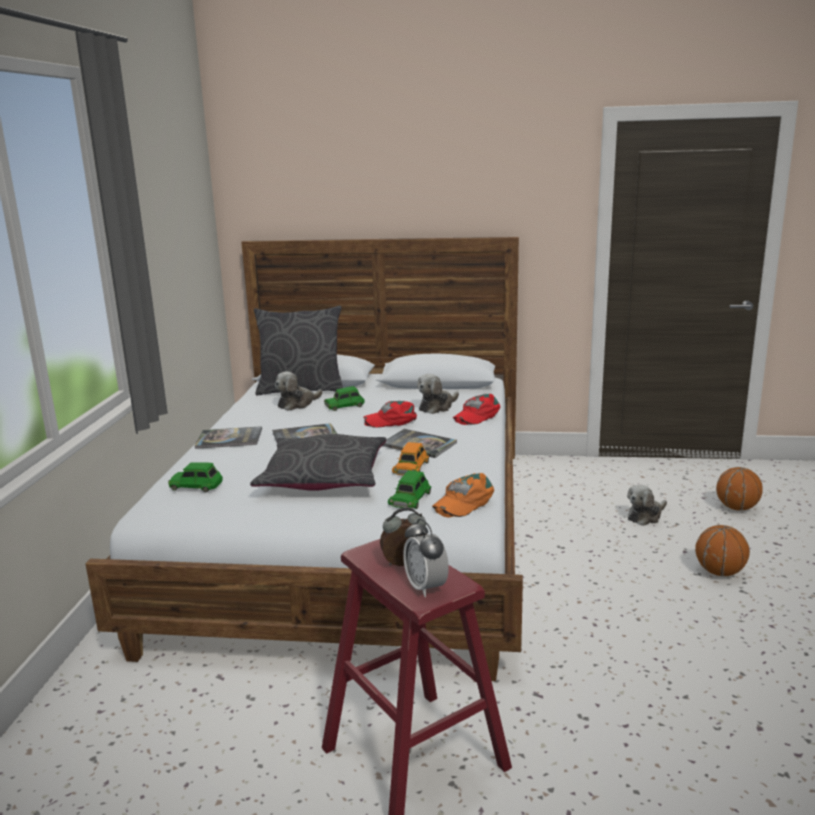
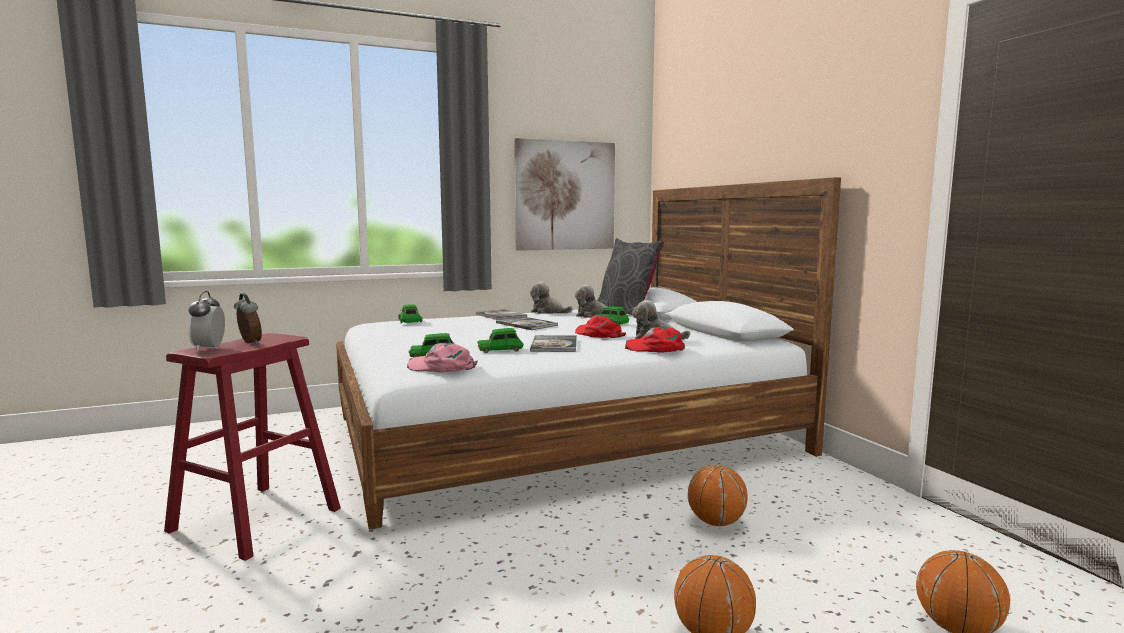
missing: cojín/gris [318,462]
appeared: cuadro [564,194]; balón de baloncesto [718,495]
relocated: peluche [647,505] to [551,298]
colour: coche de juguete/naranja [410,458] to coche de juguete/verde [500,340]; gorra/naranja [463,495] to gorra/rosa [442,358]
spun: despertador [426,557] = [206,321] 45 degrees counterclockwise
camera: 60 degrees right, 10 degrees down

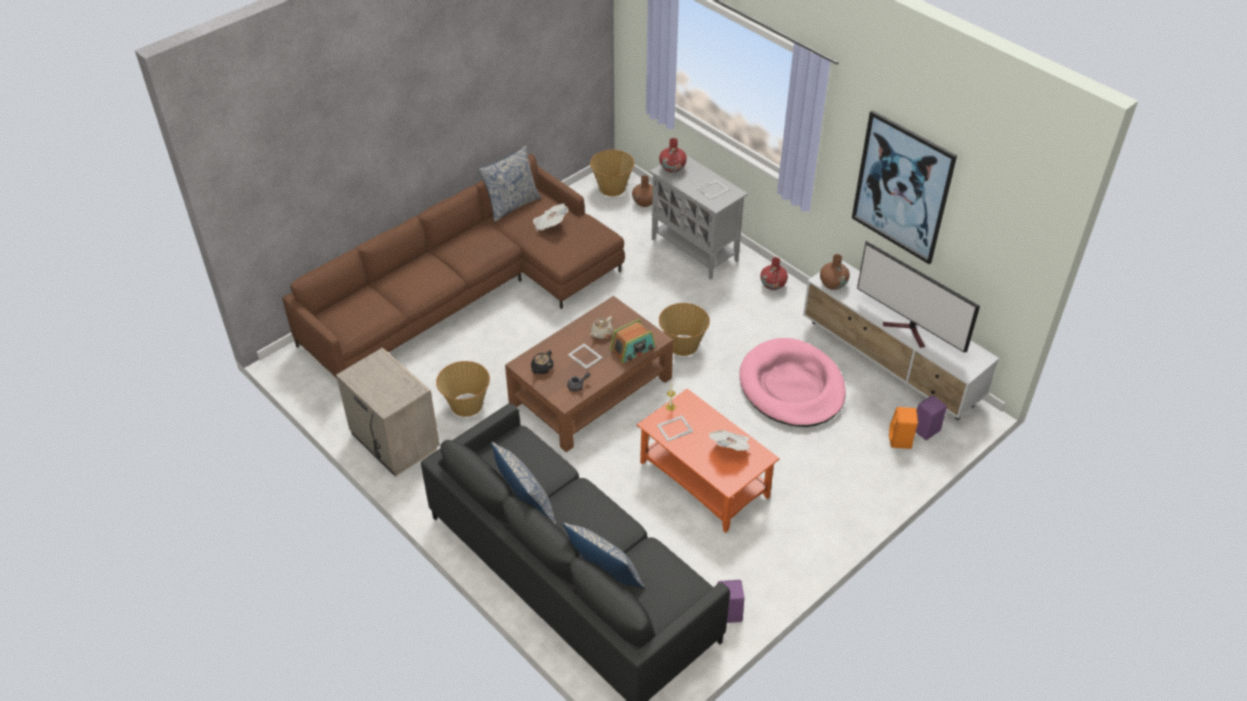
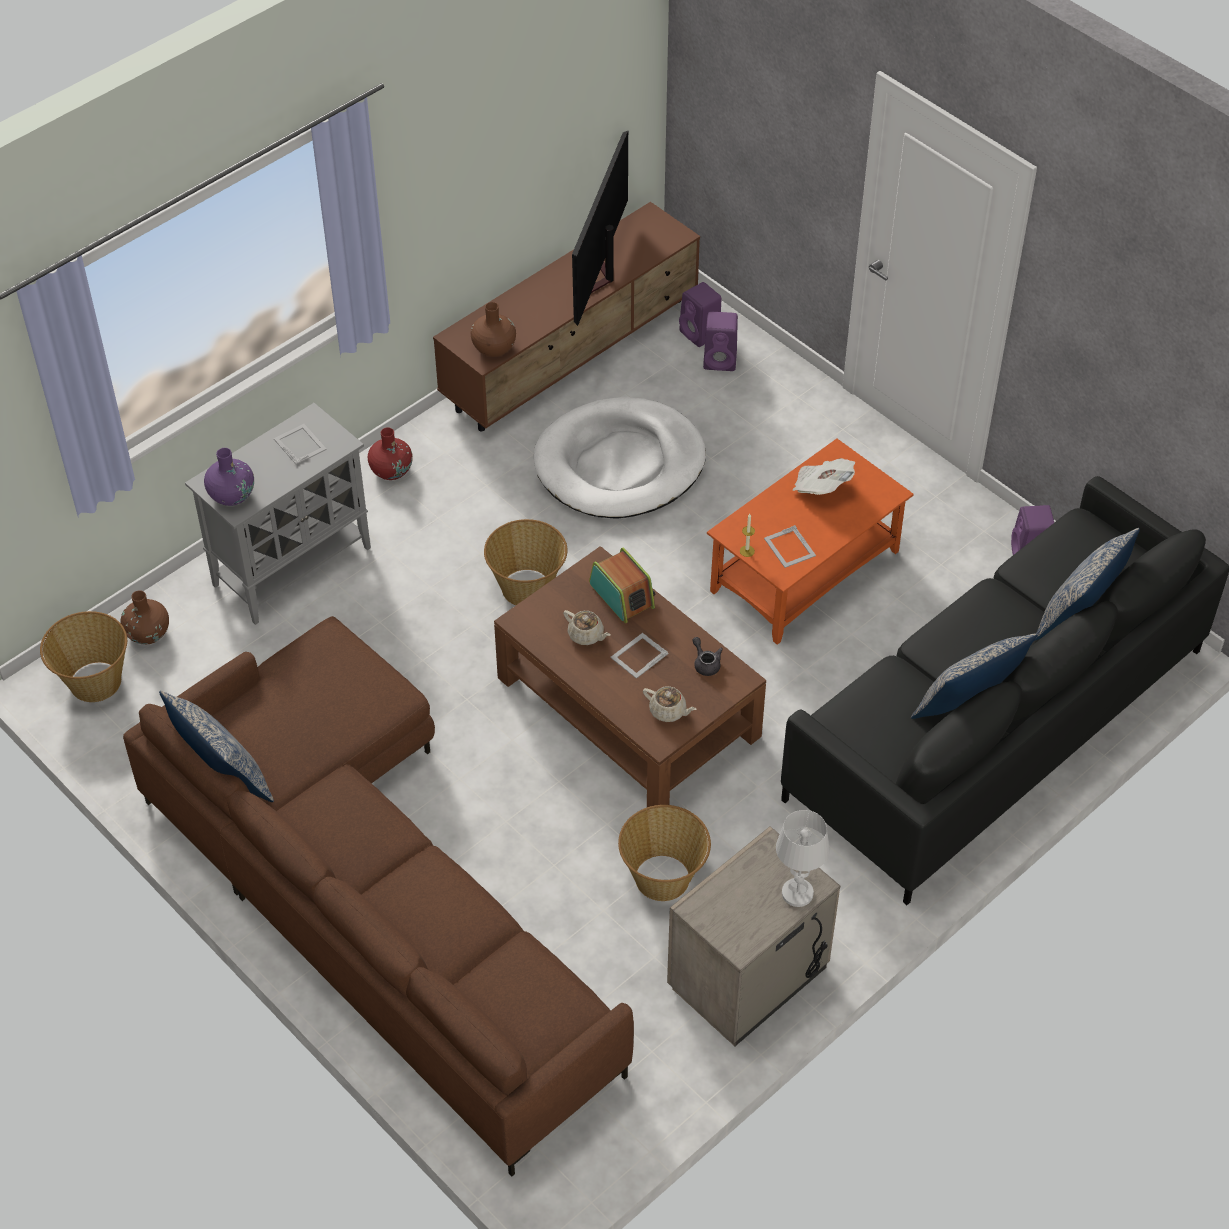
missing: periódico [550,217]; cuadro [904,187]
appeared: lámpara de mesa/blanco [803,858]
colour: tetera/negro [542,362] to tetera/beis [670,704]; florero/rojo [673,155] to florero/morado [229,477]; cama para perro/rosa [792,382] to cama para perro/blanco [620,458]; mueble de televisión/blanco [901,340] to mueble de televisión/marrón [566,317]; altavoz/naranja [903,428] to altavoz/morado [720,341]
spun: televisor [918,296] = [600,228] 150 degrees clockwise
camera: 90 degrees left, 5 degrees up

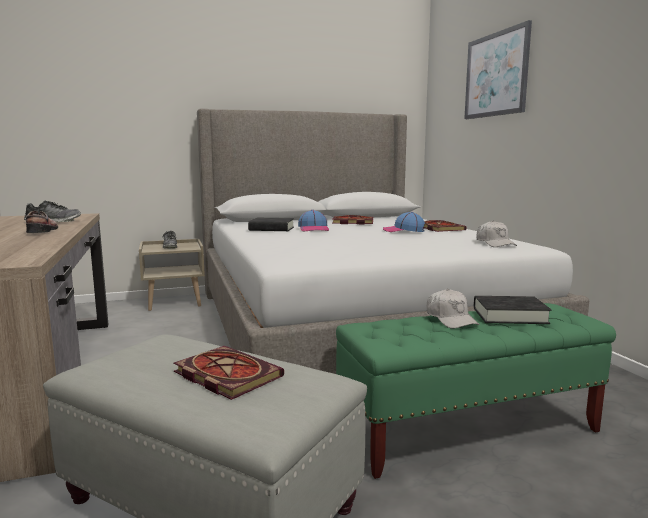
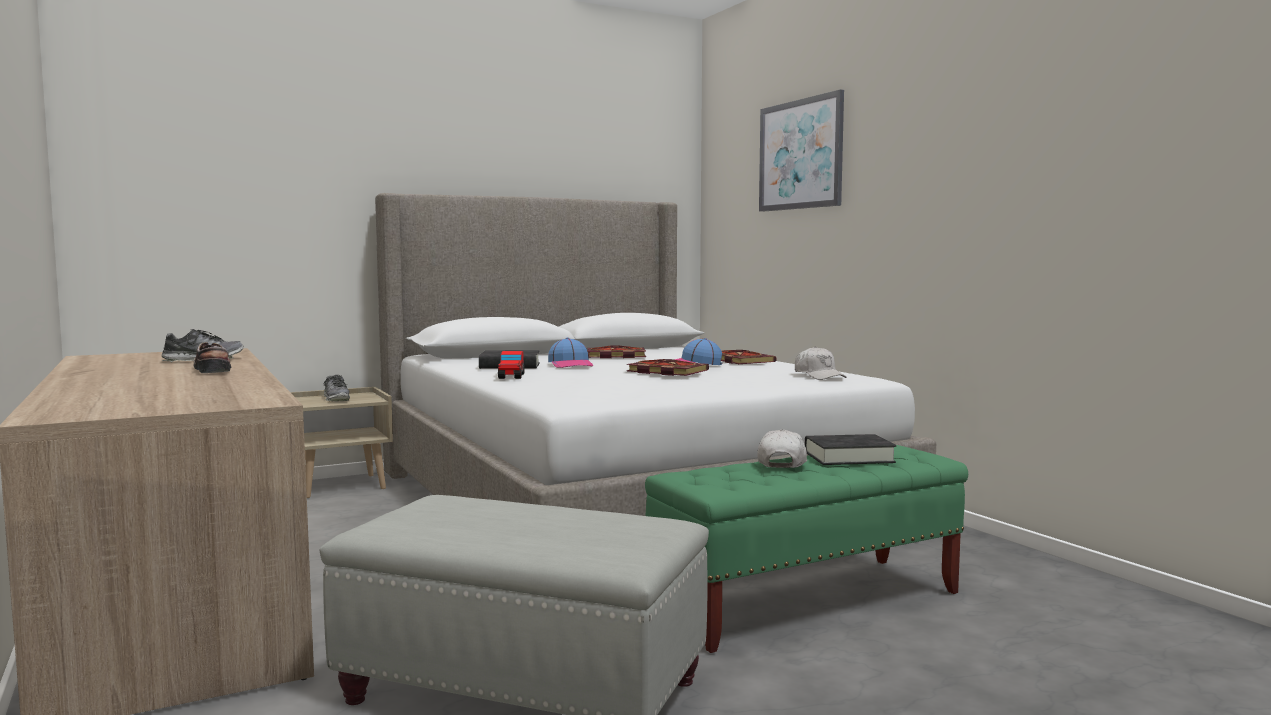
appeared: coche de juguete [511,365]
relocated: libro [229,373] to [667,367]
spun: gorra/blanco [453,309] = [782,448] 135 degrees counterclockwise
camera: 10 degrees left, 5 degrees down

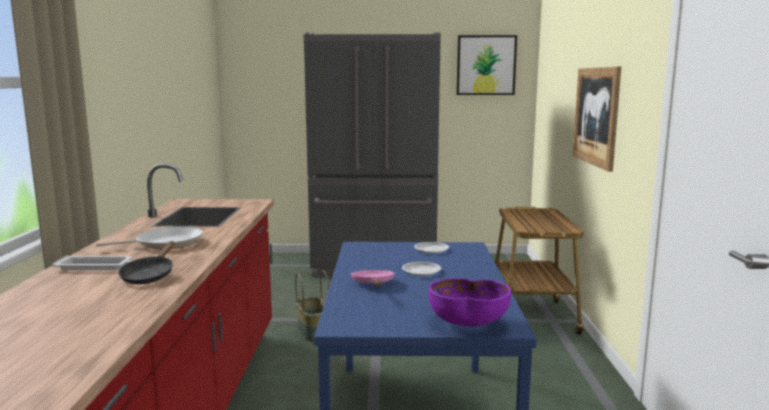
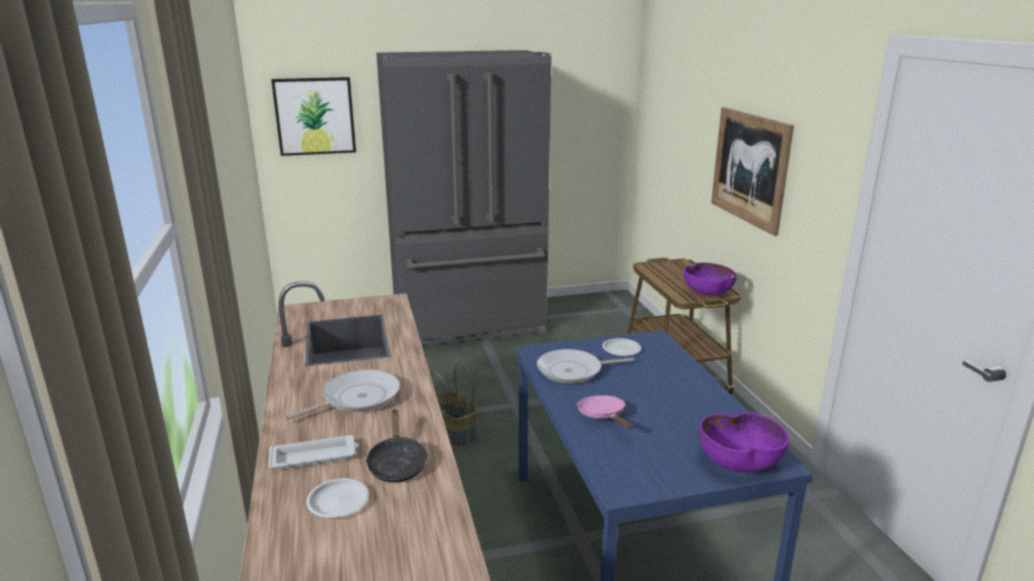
appeared: sartén [585,366]; cuenco/morado [710,279]
relocated: plato/blanco [421,269] to [337,498]; cuadro [486,65] to [313,116]
camera: 15 degrees left, 10 degrees up

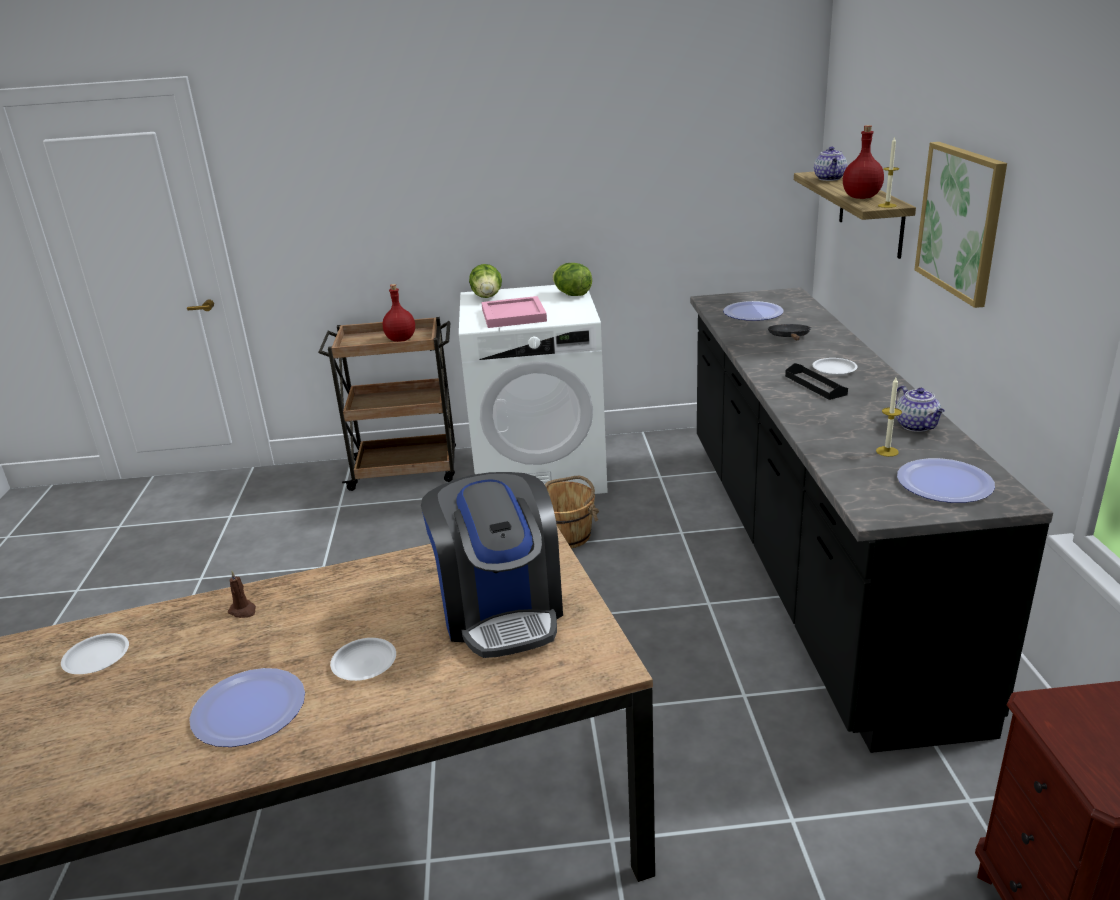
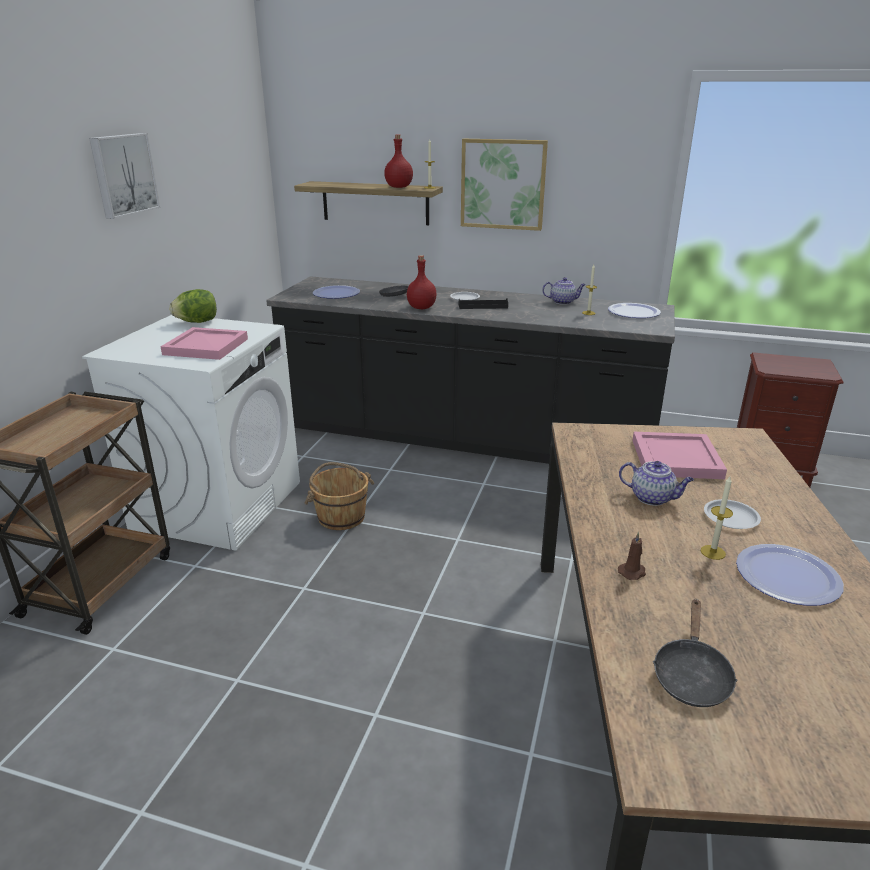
missing: lechuga [485,281]
appeared: cuadro [124,176]; vela [717,518]
relocated: botella/rojo [399,313] to [422,282]; tetera [830,164] to [656,483]
exchanged: plato/blanco [95,653] to sartén/negro [695,653]; cafetera [492,565] to bandeja/rosa [679,455]
camera: 70 degrees left, 0 degrees up

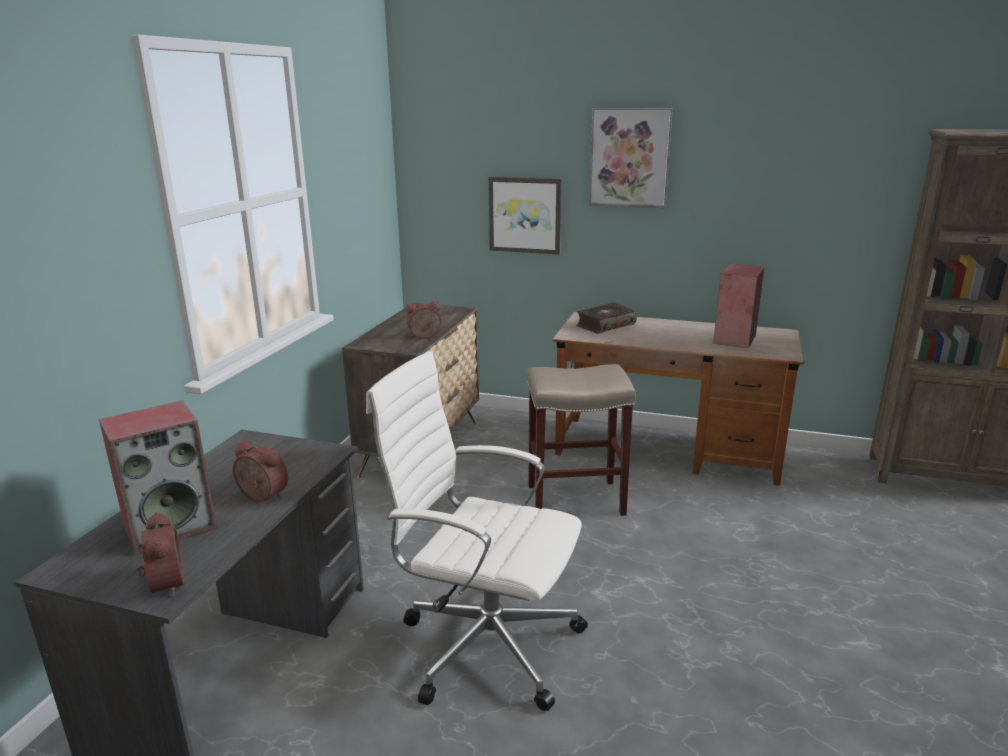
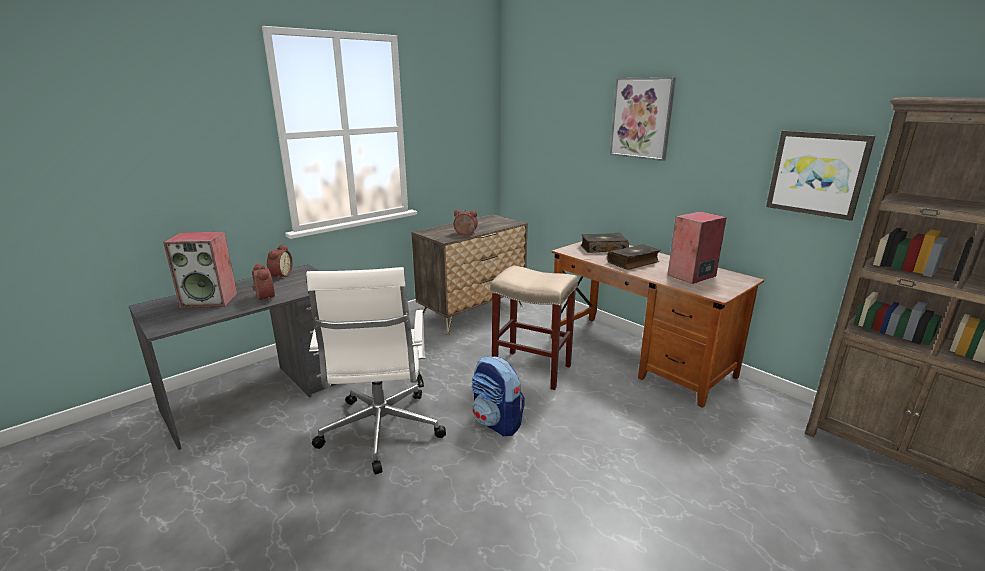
appeared: mochila [498,396]; libro [634,257]
relocated: despertador [161,554] to [280,262]; cuadro [525,215] to [820,176]
spun: silla de oficina/blanco [477,531] = [376,370] 150 degrees counterclockwise
camera: 30 degrees right, 0 degrees up

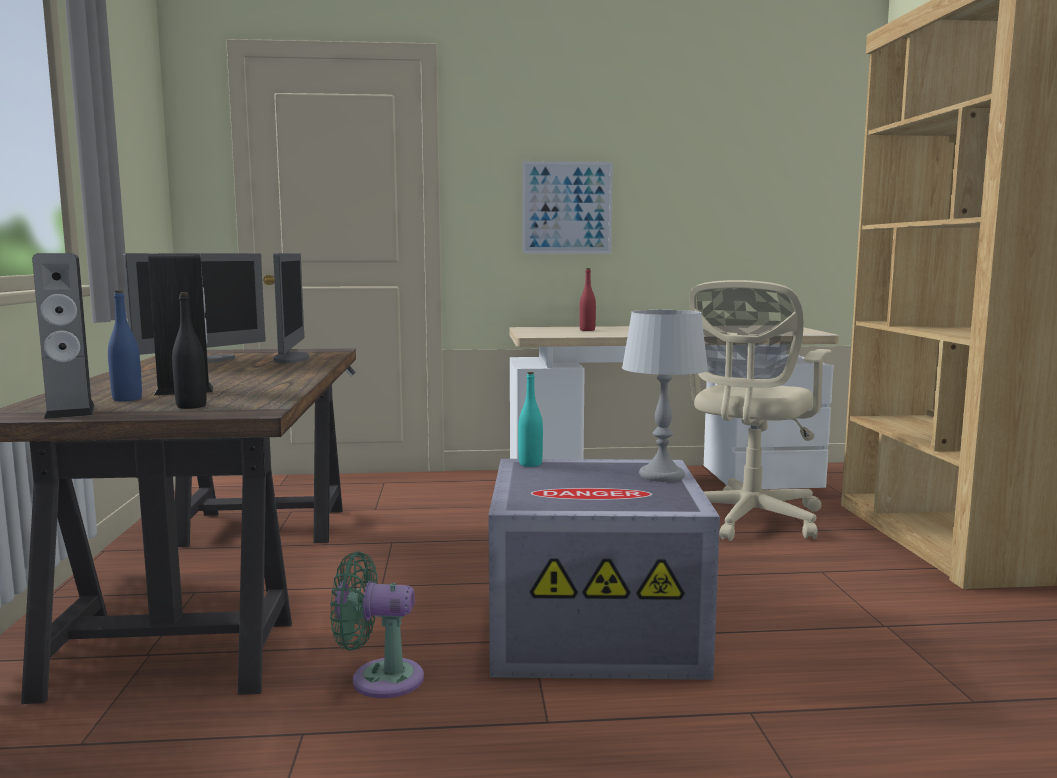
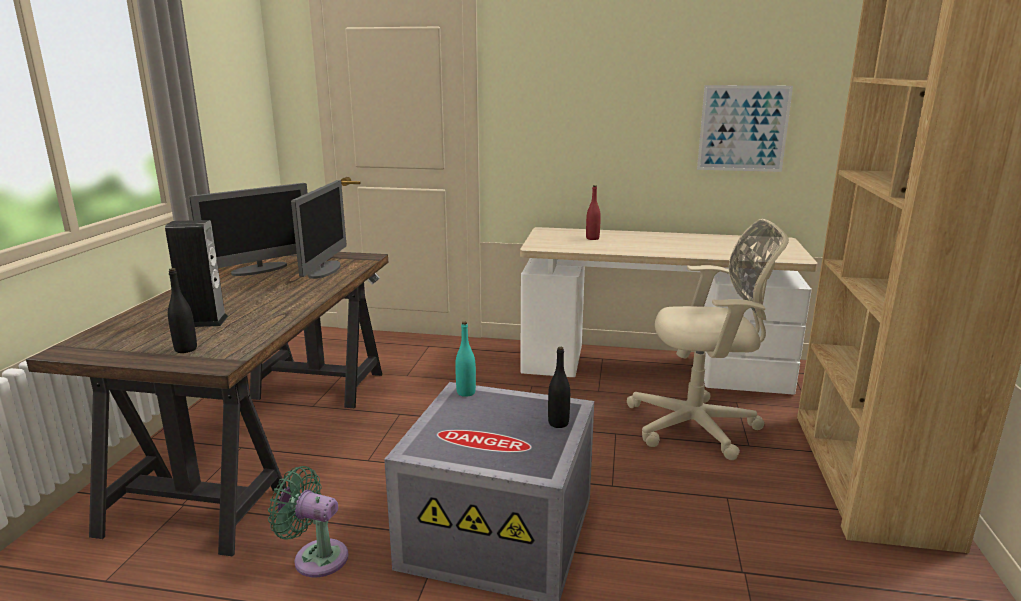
missing: altavoz [63,336]; botella/azul [125,345]
relocated: cuadro [567,207] to [745,128]
exchanged: lámpara de mesa/gris [665,396] to botella/negro [559,387]
spun: silla de oficina/beis [761,410] = [708,339] 135 degrees counterclockwise
camera: 15 degrees right, 10 degrees up

